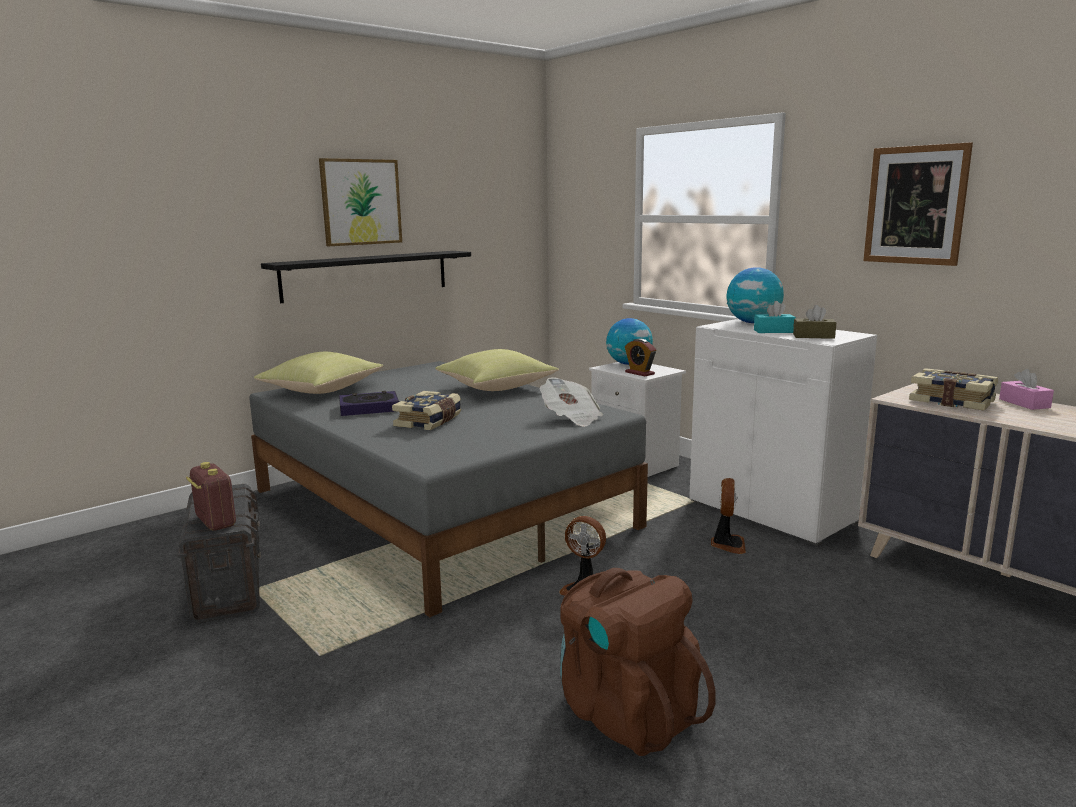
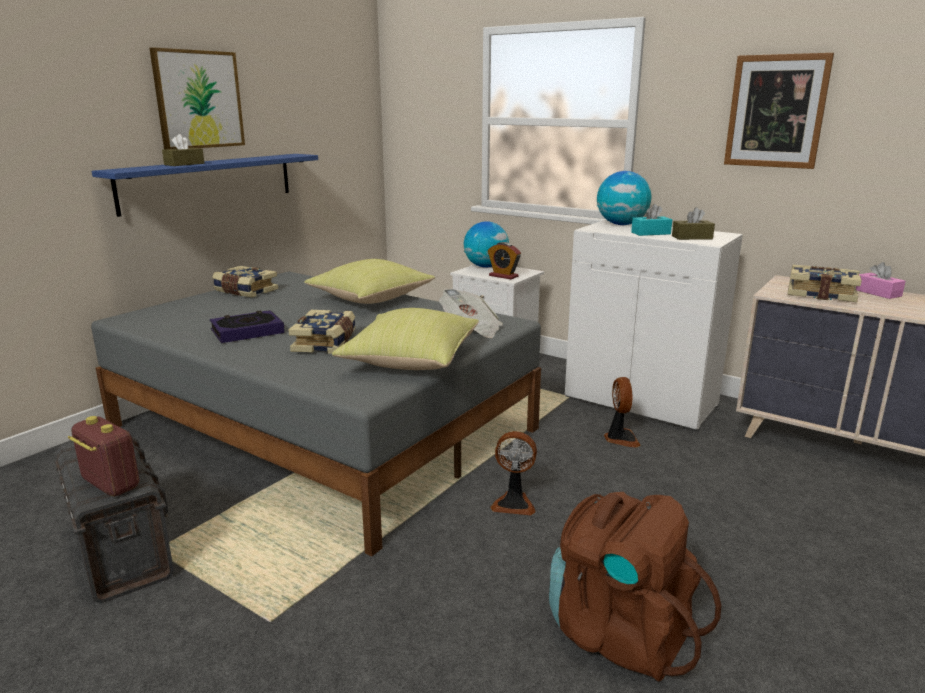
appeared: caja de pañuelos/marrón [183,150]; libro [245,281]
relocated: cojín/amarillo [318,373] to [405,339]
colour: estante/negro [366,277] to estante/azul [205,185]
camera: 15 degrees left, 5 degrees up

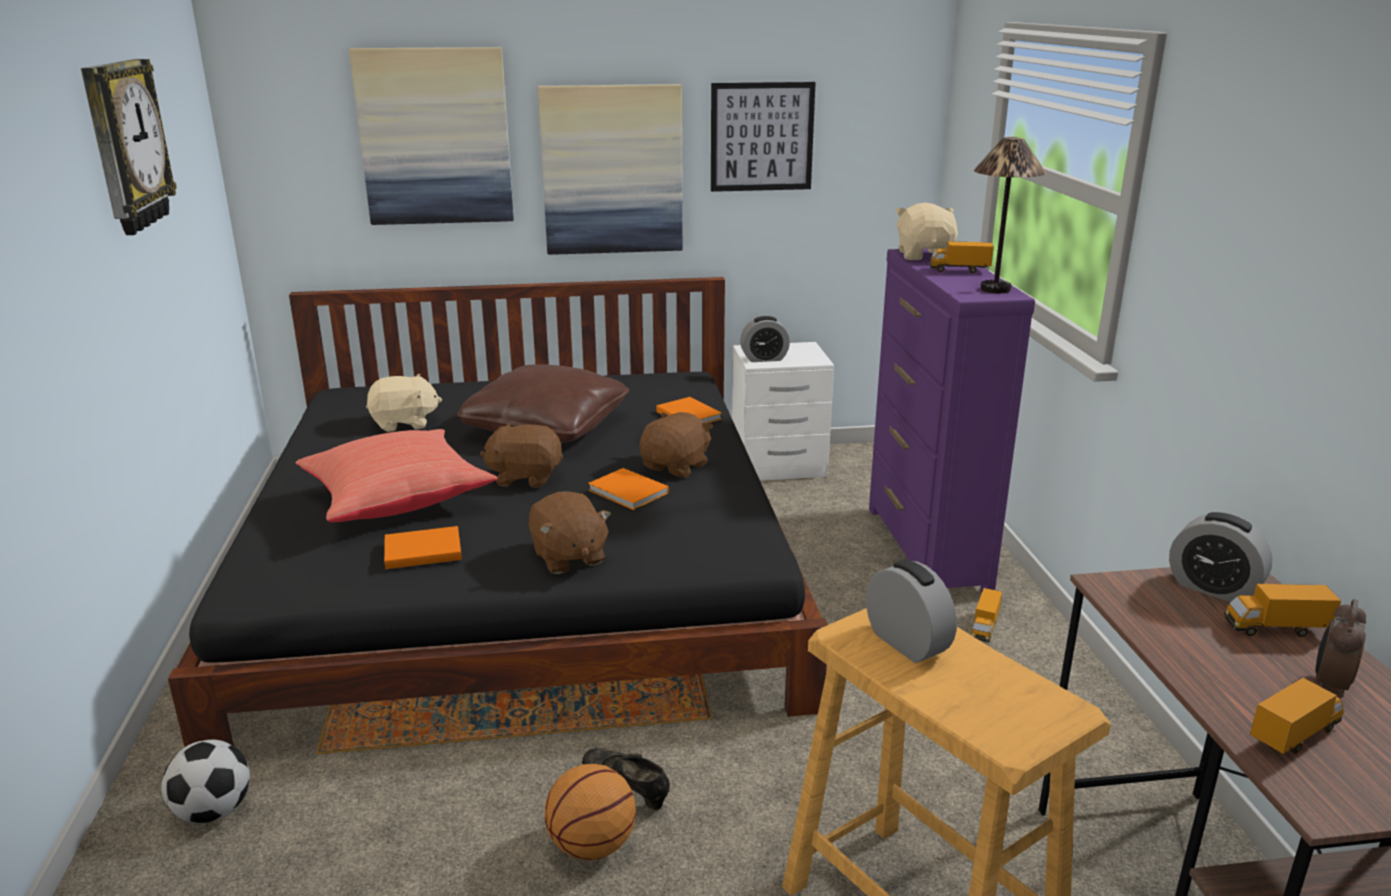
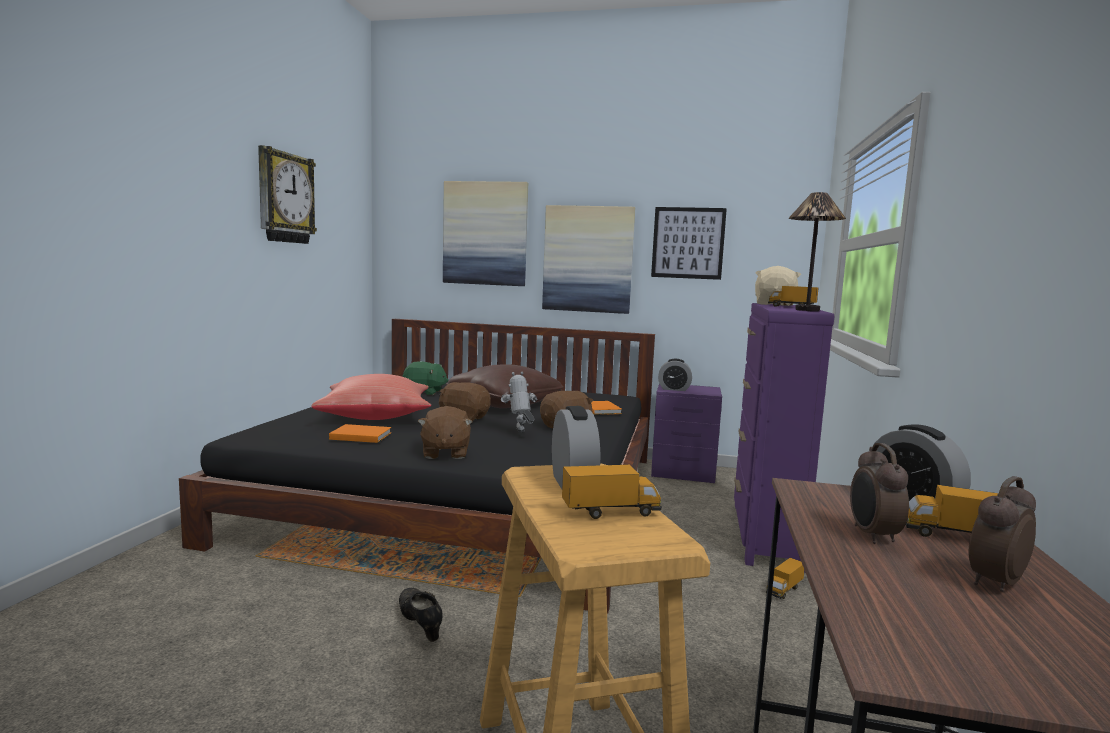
missing: balón de fútbol [205,781]; balón de baloncesto [590,812]
appeared: despertador [879,493]
relocated: camión de juguete [1297,716] to [612,492]
exchanged: libro/naranja [628,489] to robot de juguete [519,402]
colour: peluche/beis [404,403] to peluche/verde [425,378]; mesita de noche/blanco [783,411] to mesita de noche/morado [686,433]
camera: 20 degrees right, 15 degrees down

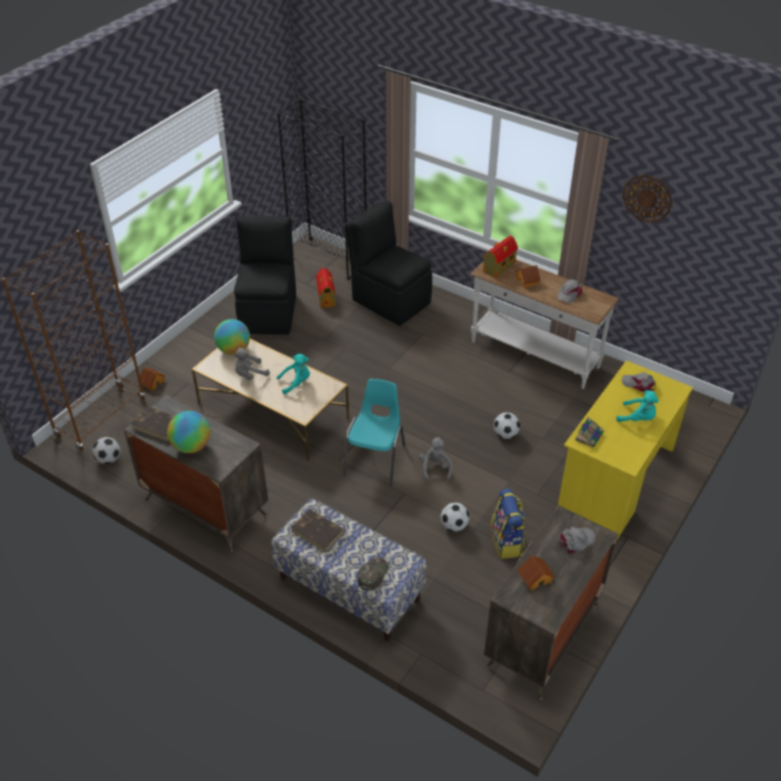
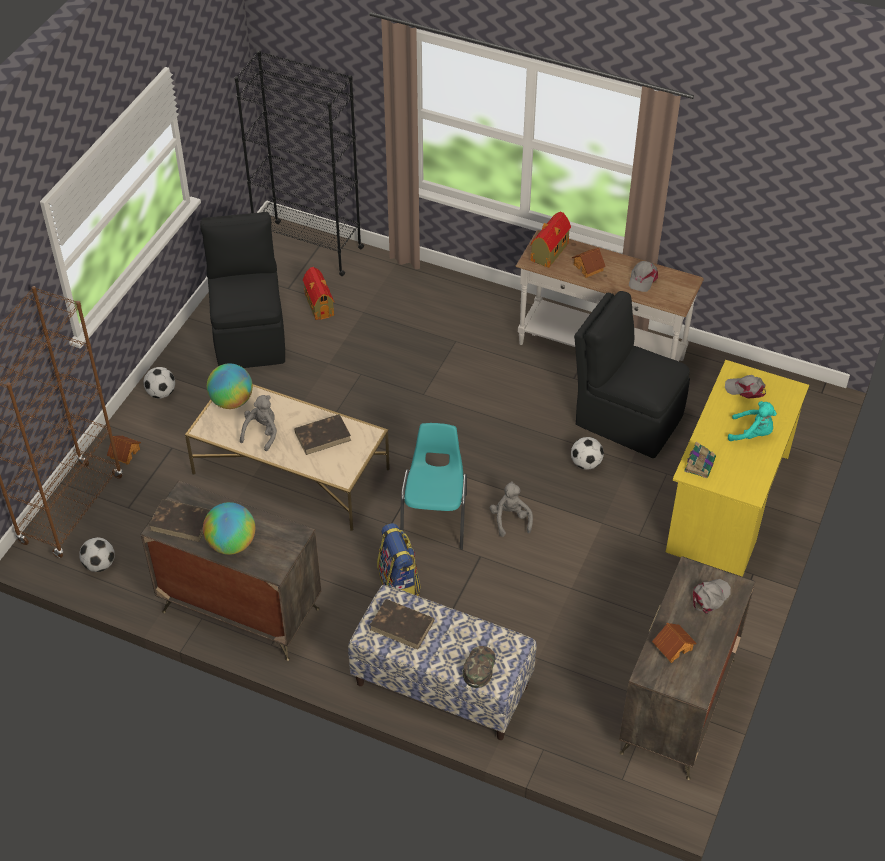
missing: reloj de pared [647,199]
relocated: silla/negro [388,263] to [632,374]; balón de fútbol [455,517] to [159,382]; mochila [508,524] to [399,559]
exchanged: peluche/turquesa [293,374] to libro/marrón [322,434]
spun: peluche/gris [251,364] = [258,423] 150 degrees clockwise
camera: 10 degrees left, 5 degrees up

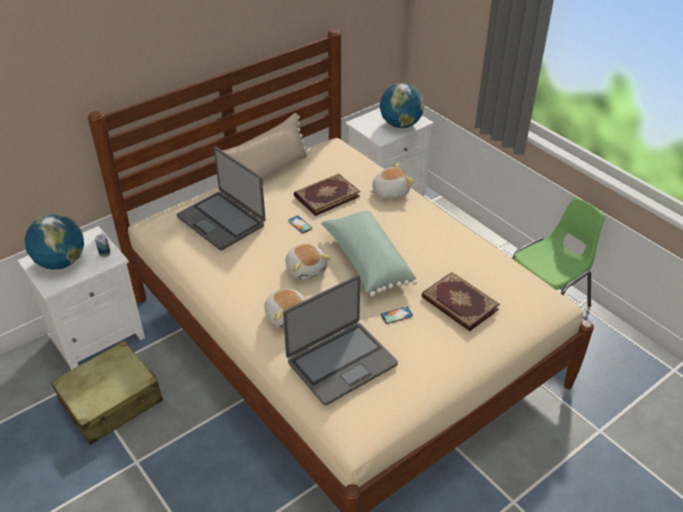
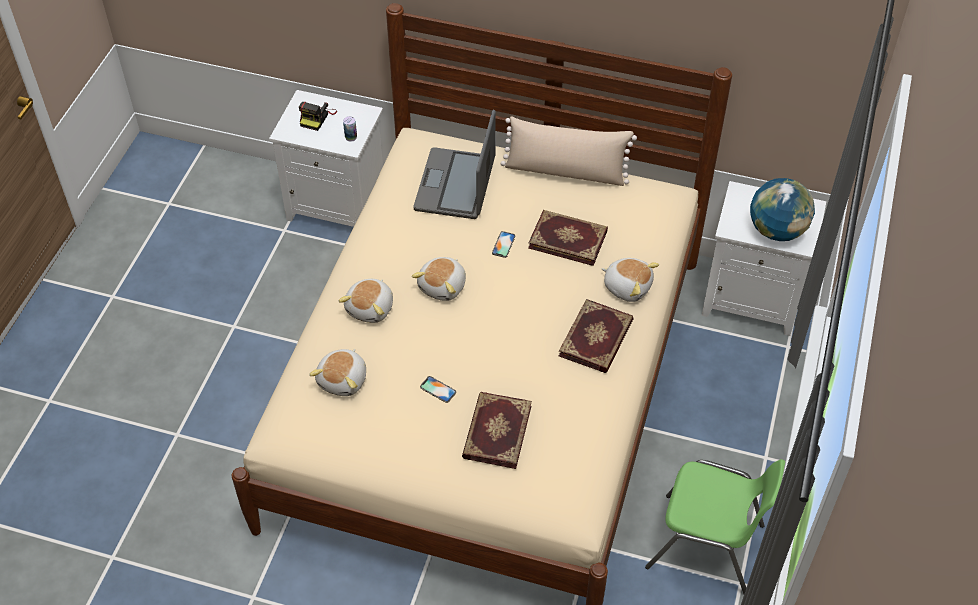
missing: maleta/beis [107,392]; cojín/verde [369,253]
appeared: libro [596,336]
exchanged: globo terráqueo [54,242] to cámara [318,116]; portátil [340,340] to peluche [337,372]
camera: 55 degrees right, 10 degrees up

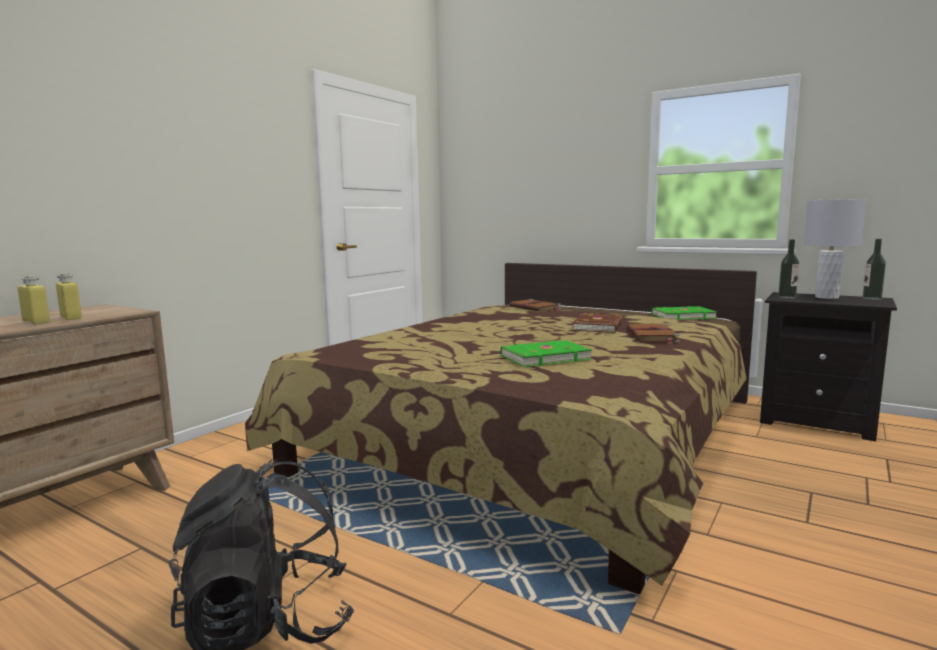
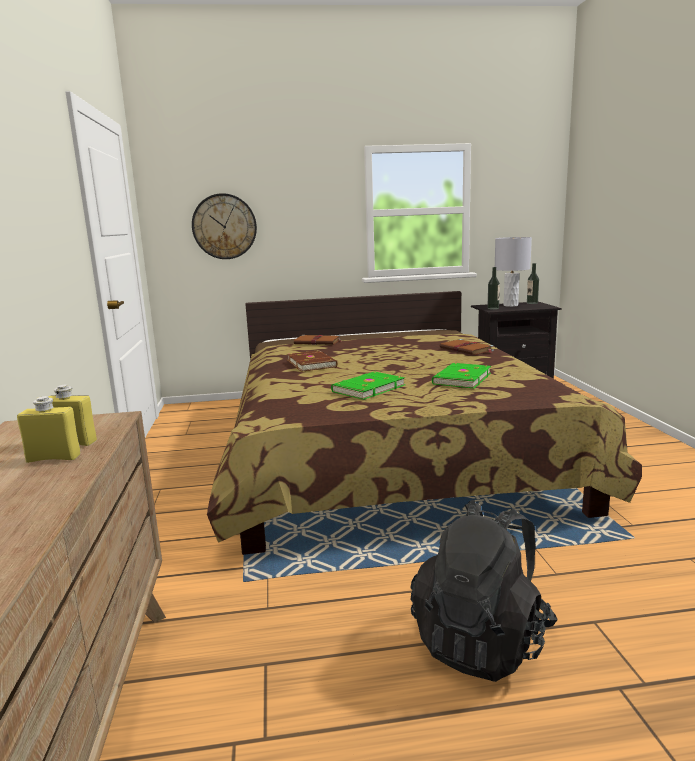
appeared: reloj de pared [224,226]
relocated: libro/marrón [597,323] to [312,361]; libro/verde [684,313] to [368,385]
camera: 40 degrees left, 5 degrees up

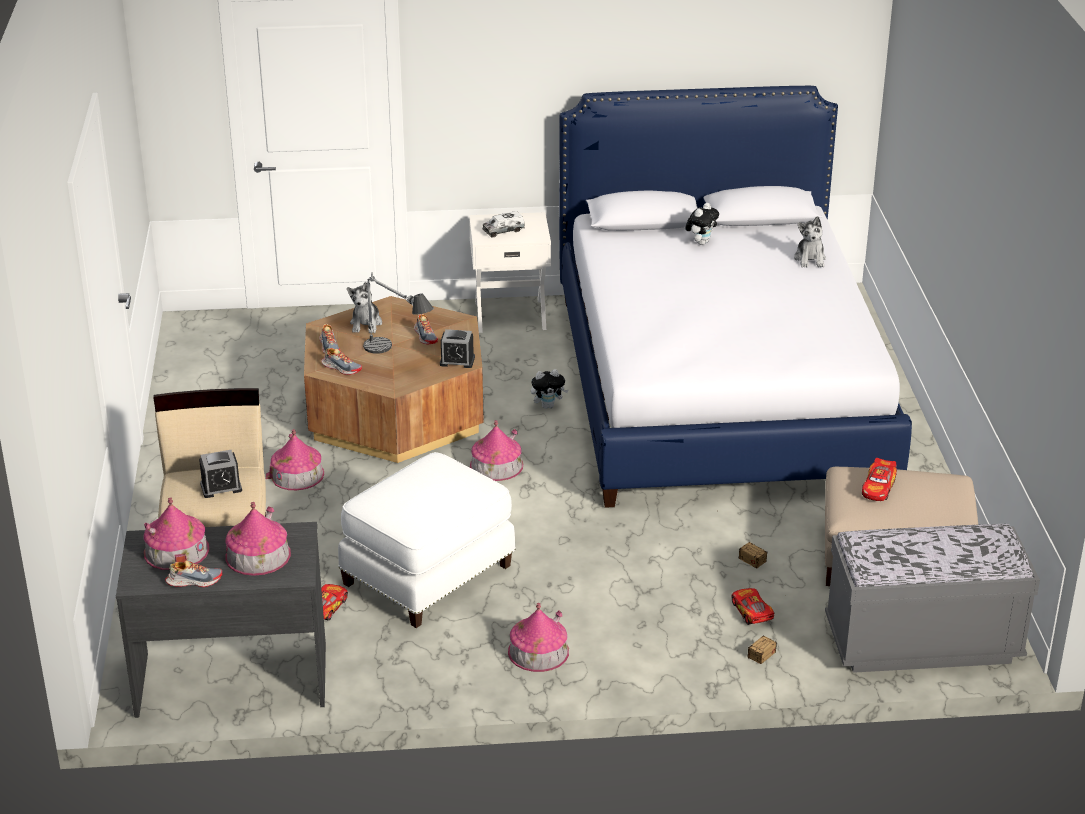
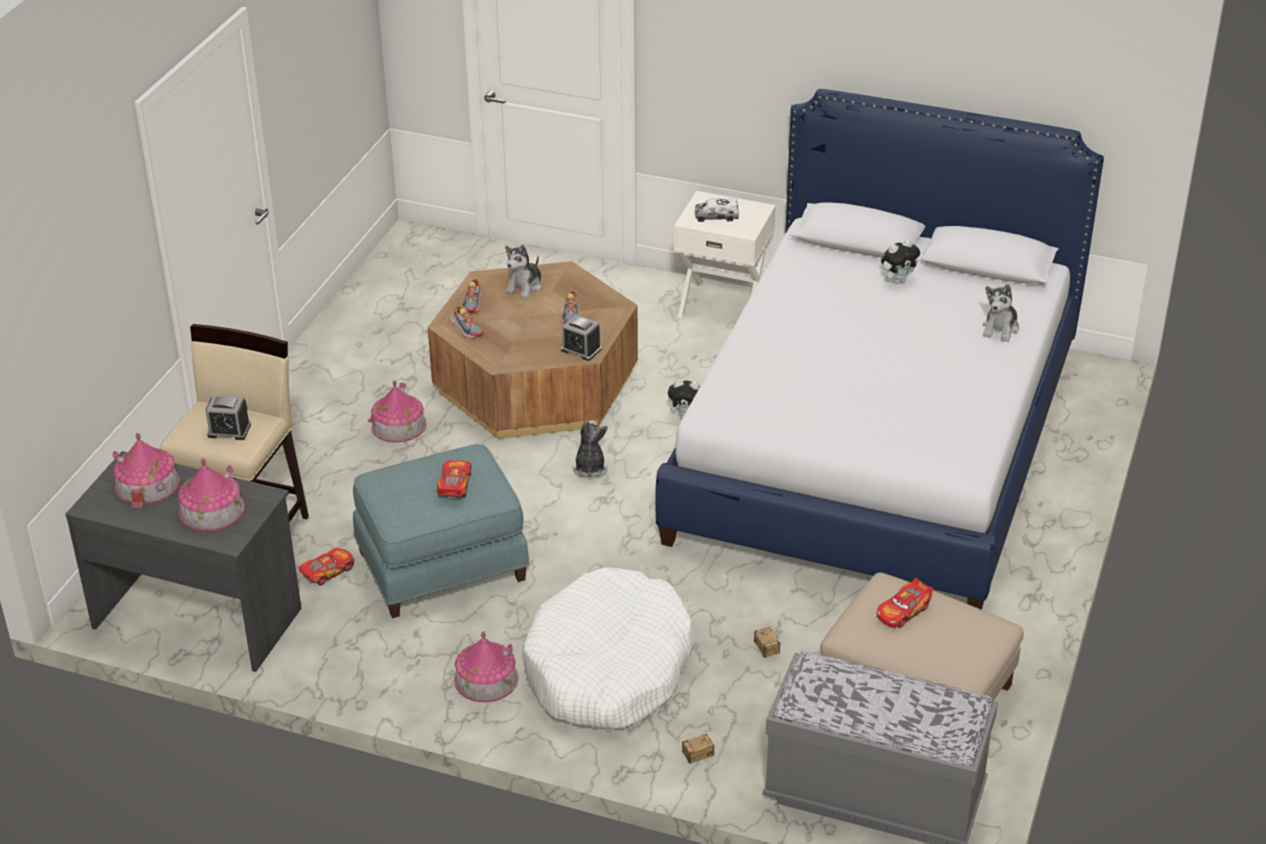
missing: zapato [193,574]; lámpara de mesa [398,313]
appeared: cama para perro/blanco [608,648]
relocated: coche de juguete [753,606] to [454,478]
exchanged: casita [496,450] to peluche [590,448]
colour: puf/blanco [427,540] to puf/azul [441,531]
camera: 25 degrees right, 5 degrees up

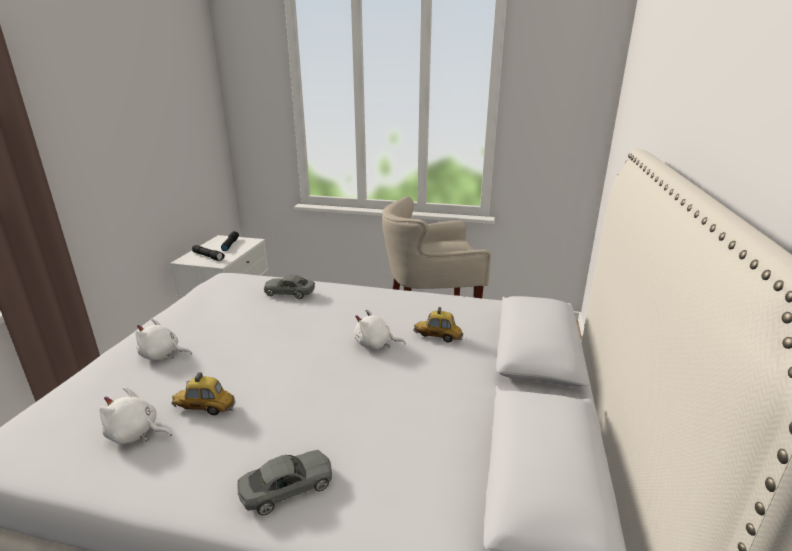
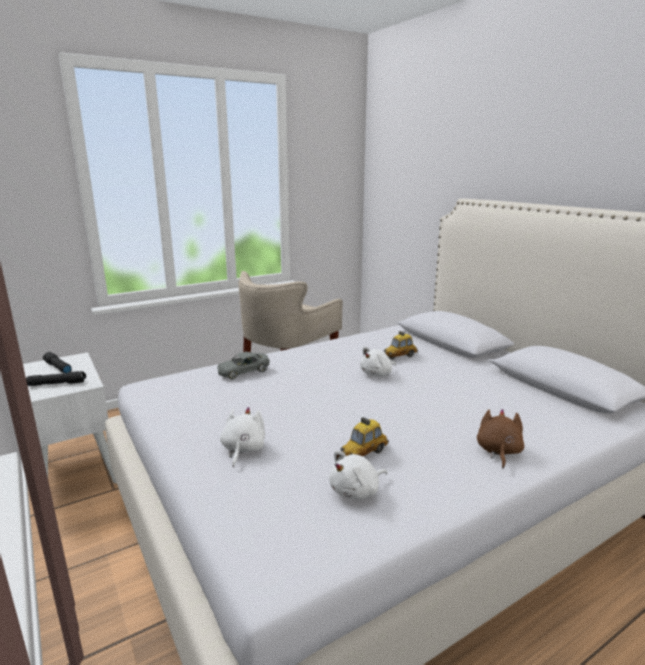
exchanged: coche de juguete/gris [284,483] to peluche/marrón [500,439]
spun: peluche/blanco [163,339] = [242,437] 135 degrees clockwise
camera: 45 degrees left, 5 degrees down

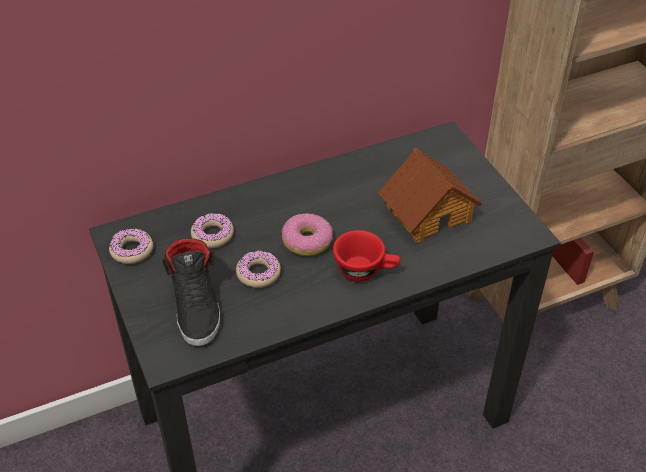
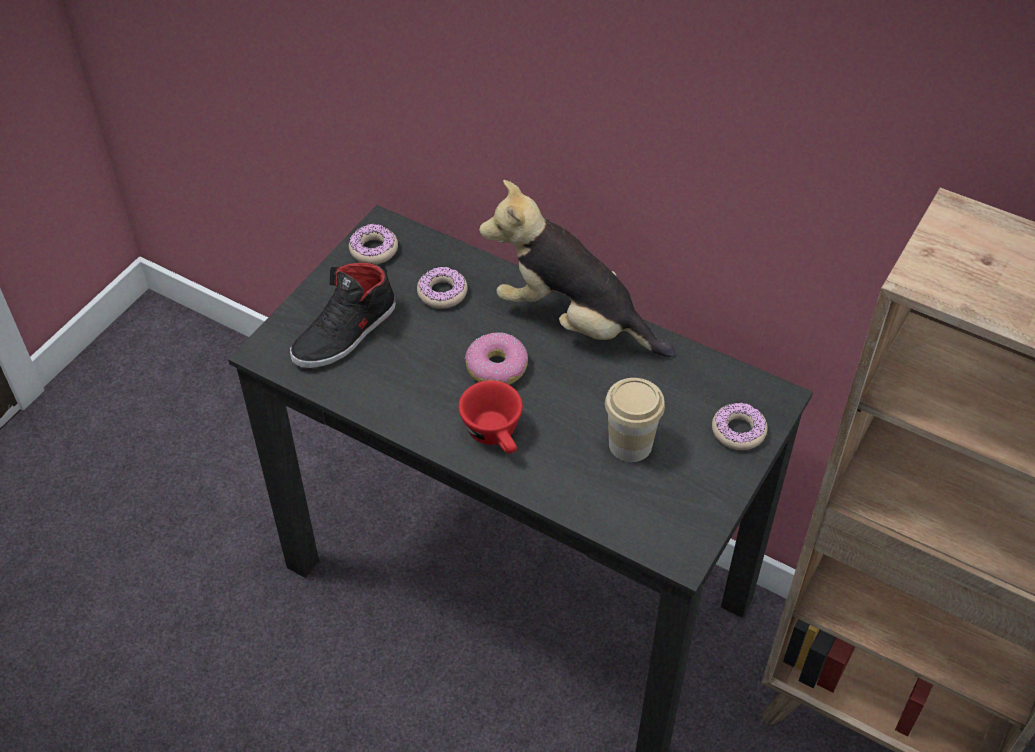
appeared: peluche [577,268]
relocated: rosquilla [258,269] to [740,426]
exchanged: casita [430,195] to taza [635,420]
camera: 55 degrees right, 5 degrees up

